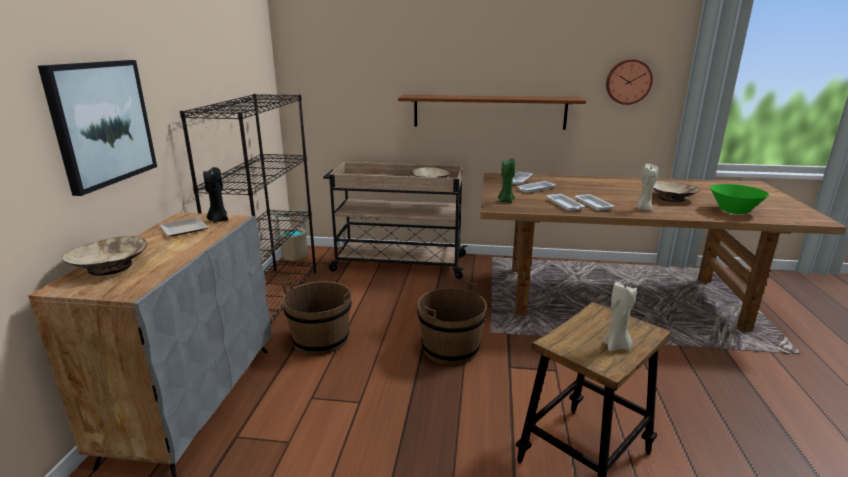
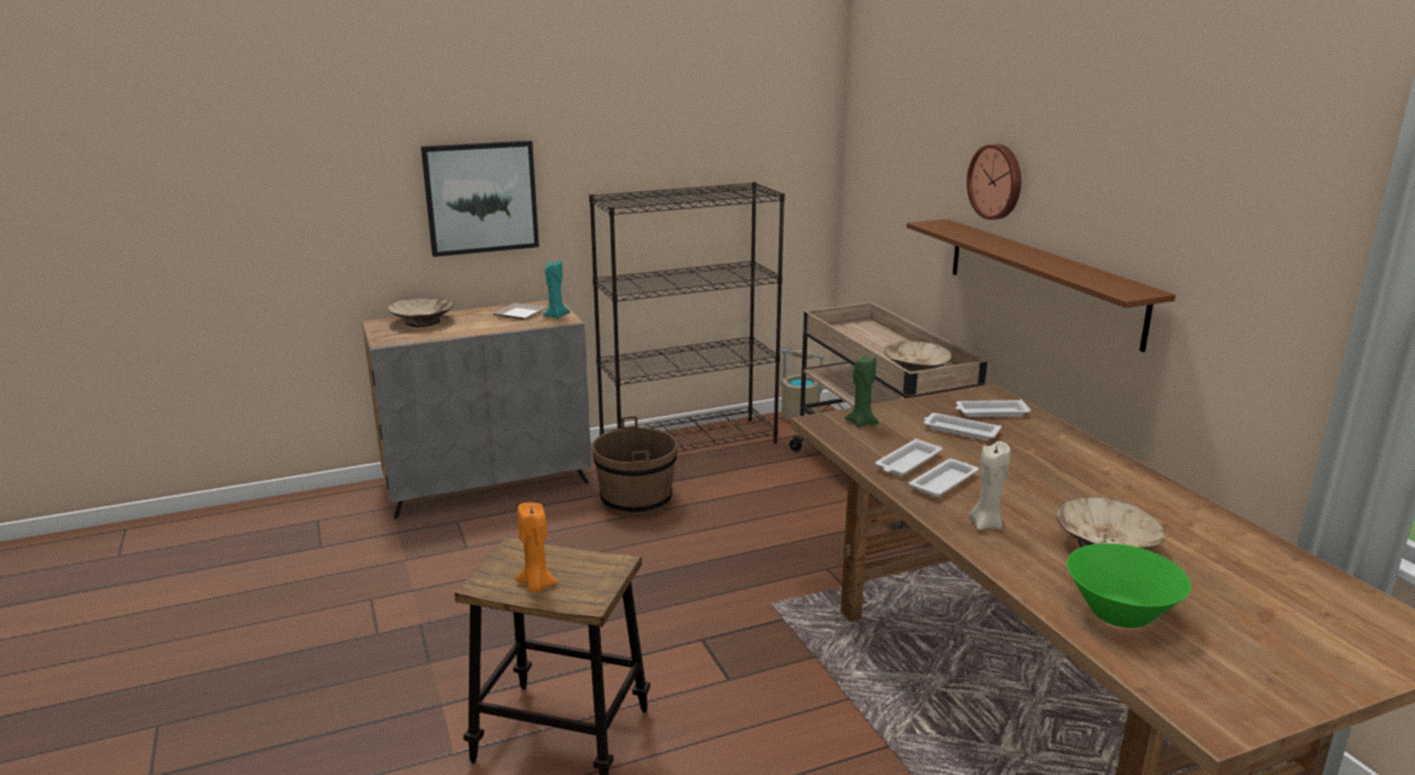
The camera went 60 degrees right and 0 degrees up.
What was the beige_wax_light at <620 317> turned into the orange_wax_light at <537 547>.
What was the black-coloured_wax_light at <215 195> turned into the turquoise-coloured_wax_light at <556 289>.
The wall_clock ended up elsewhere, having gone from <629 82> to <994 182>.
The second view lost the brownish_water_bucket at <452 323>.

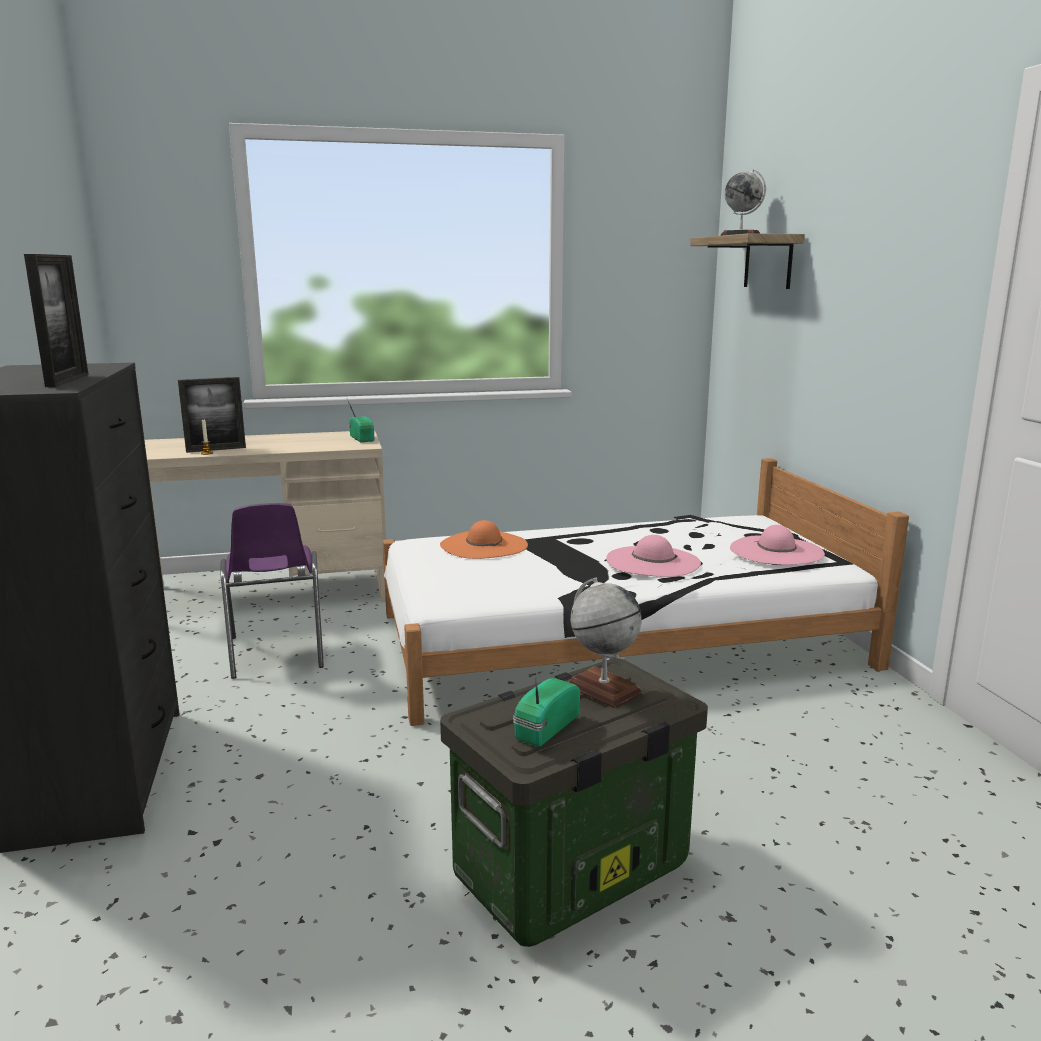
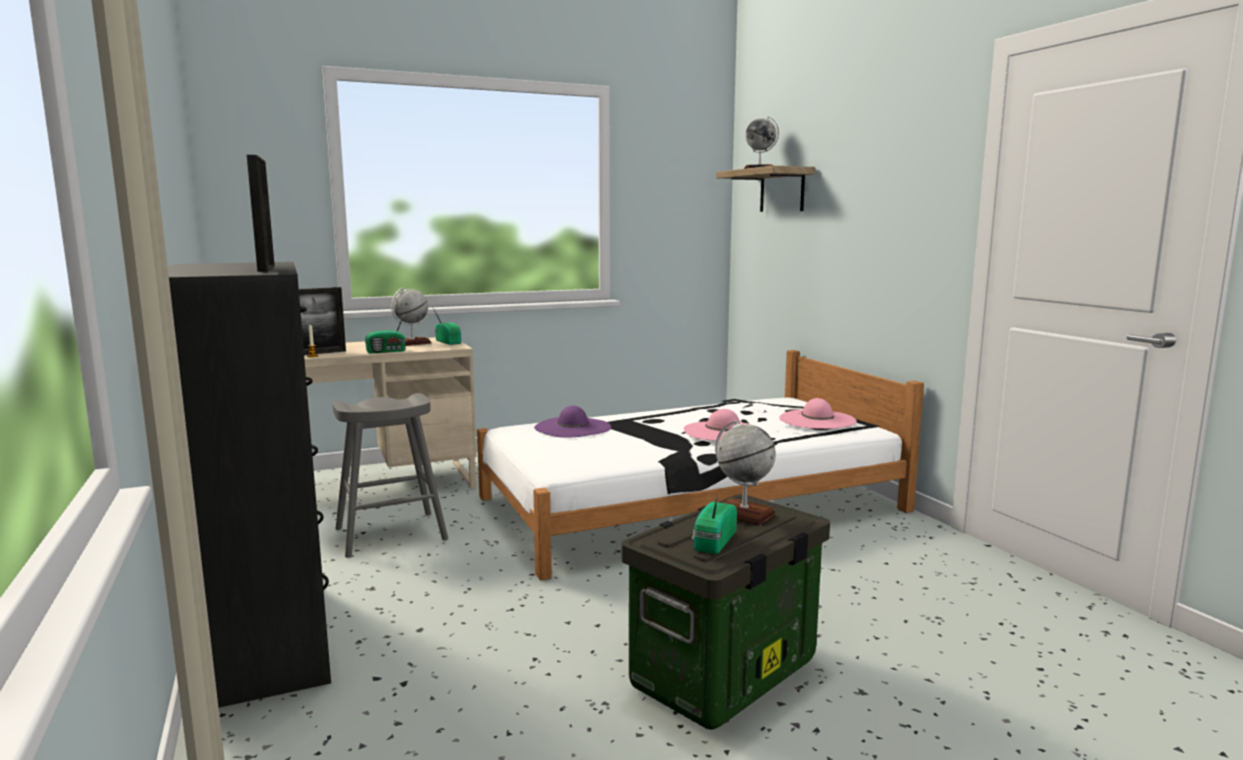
The camera went 10 degrees left and 5 degrees down.
Where the purple-coloured_upright_chair stood at <272 591>, the gray_stool_seat came to stand at <390 475>.
The second view gained the radio_set at <385 334>.
The second view gained the desk_globe at <411 317>.
What was the orange_hat at <484 539> turned into the purple-coloured_hat at <572 422>.

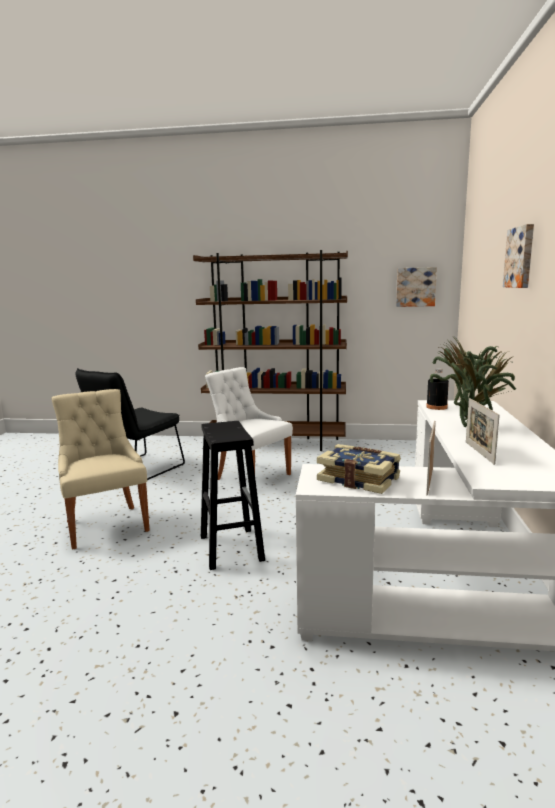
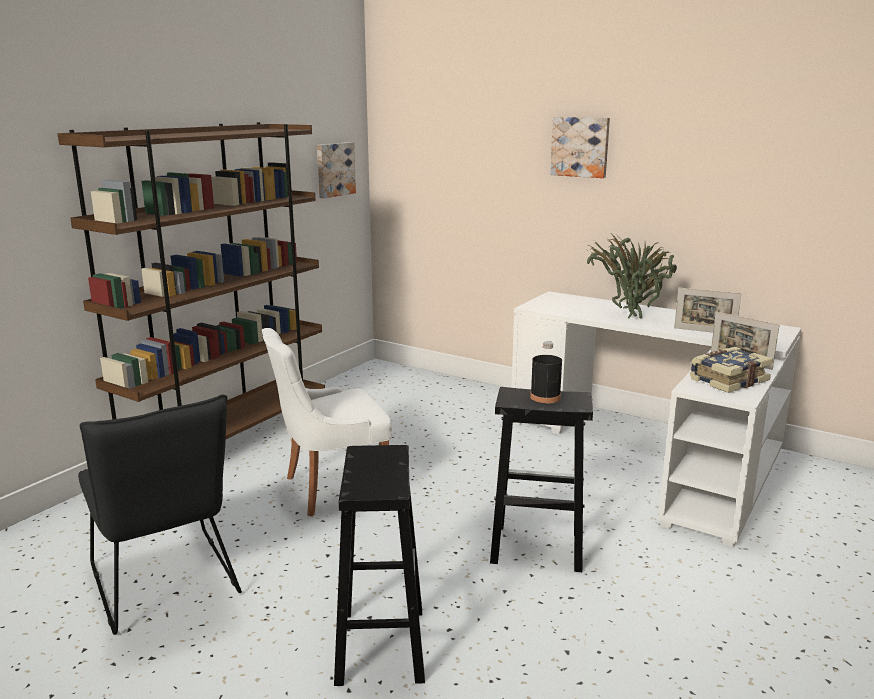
The camera went 65 degrees left and 5 degrees up.
Where the beige_upright_chair stood at <100 469>, the black-coloured_stool_seat came to stand at <379 565>.
The black-coloured_beverage_bottle ended up elsewhere, having gone from <437 389> to <546 372>.

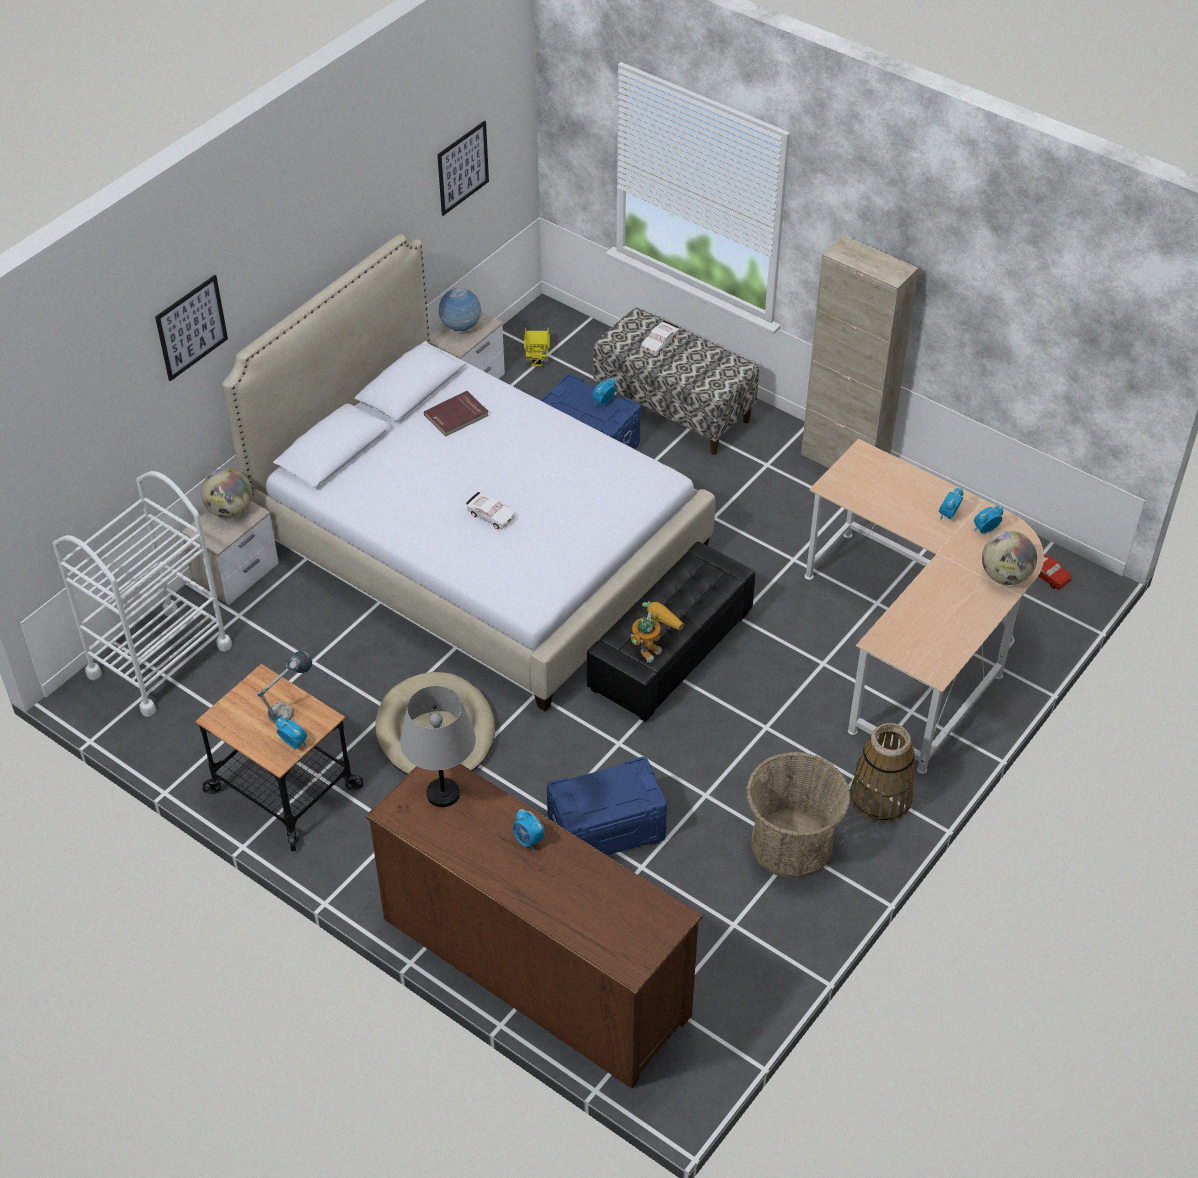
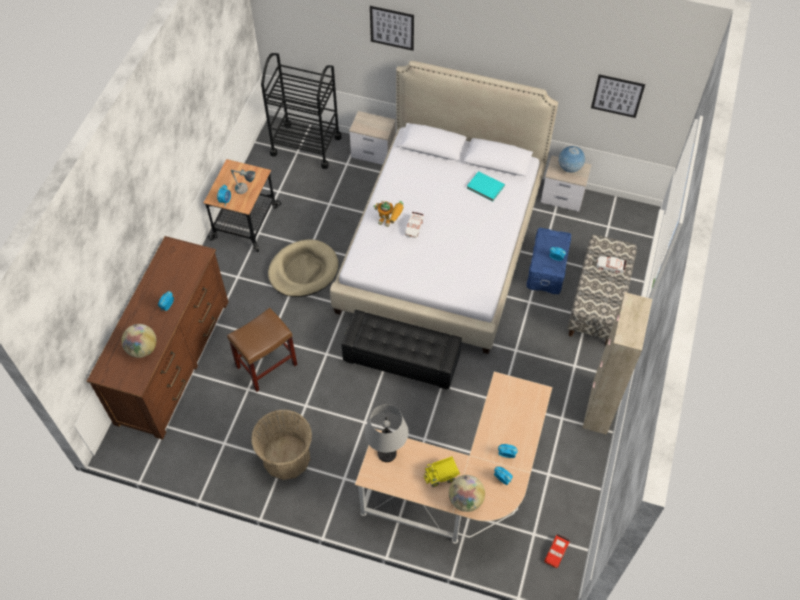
The camera went 70 degrees right and 10 degrees up.
The desk_globe ended up elsewhere, having gone from <227 493> to <139 341>.
Where the blue_storage_container stood at <607 806>, the brownish_stool_seat came to stand at <262 350>.
What was the whitish_cart at <142 594> turned into the black-coloured_cart at <301 111>.
The gray_tabletop_lamp ended up elsewhere, having gone from <438 746> to <387 433>.
The toy_robot ended up elsewhere, having gone from <657 632> to <388 213>.
The toy_lorry ended up elsewhere, having gone from <537 347> to <442 471>.
What was the reddish_book at <456 413> turned into the turquoise-coloured_book at <486 186>.
The second view lost the storage_basket at <882 773>.

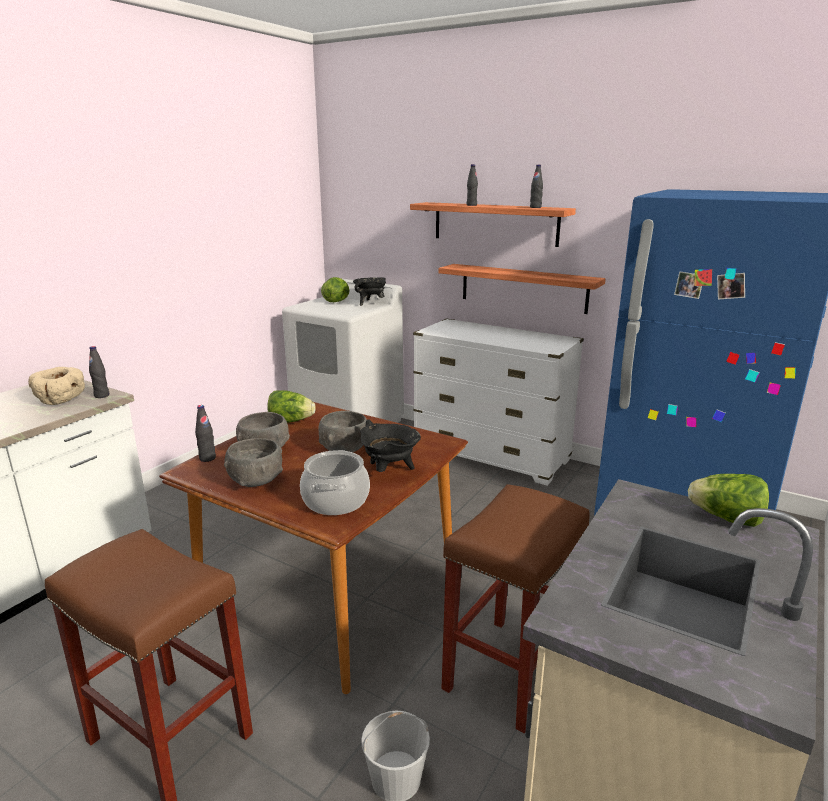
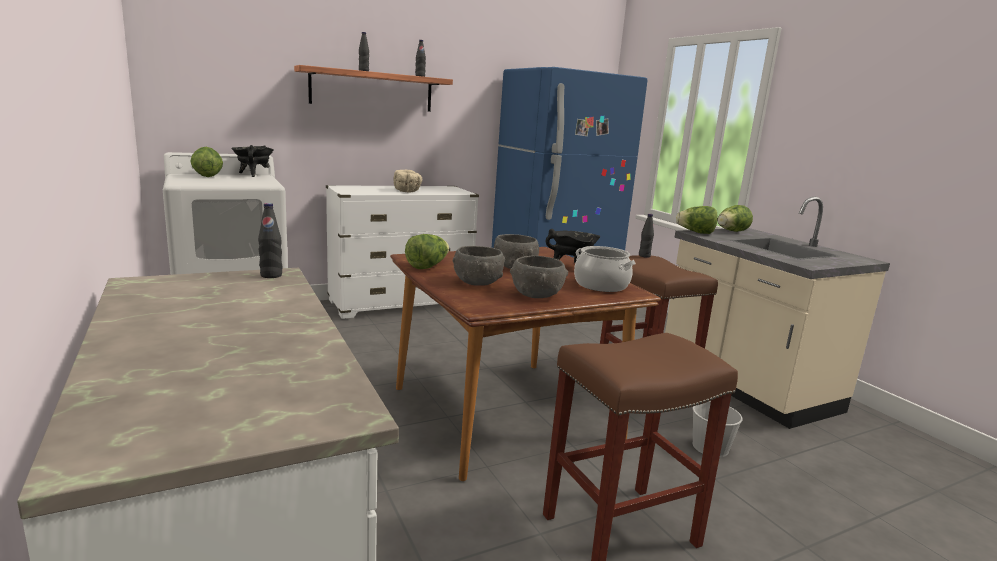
The camera went 60 degrees left and 5 degrees down.
The beige_bowl ended up elsewhere, having gone from <56 386> to <408 180>.
The black-coloured_beverage_bottle ended up elsewhere, having gone from <205 433> to <646 236>.
The second view gained the head_of_lettuce at <697 220>.
The second view lost the shelf at <522 289>.

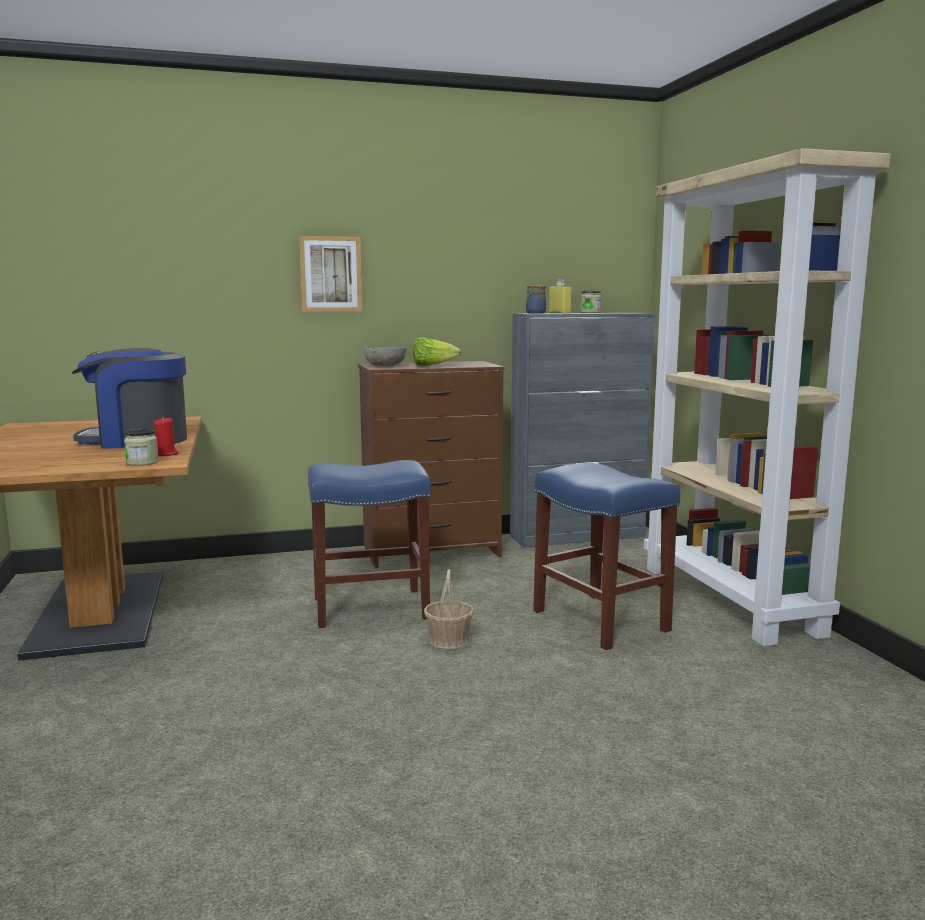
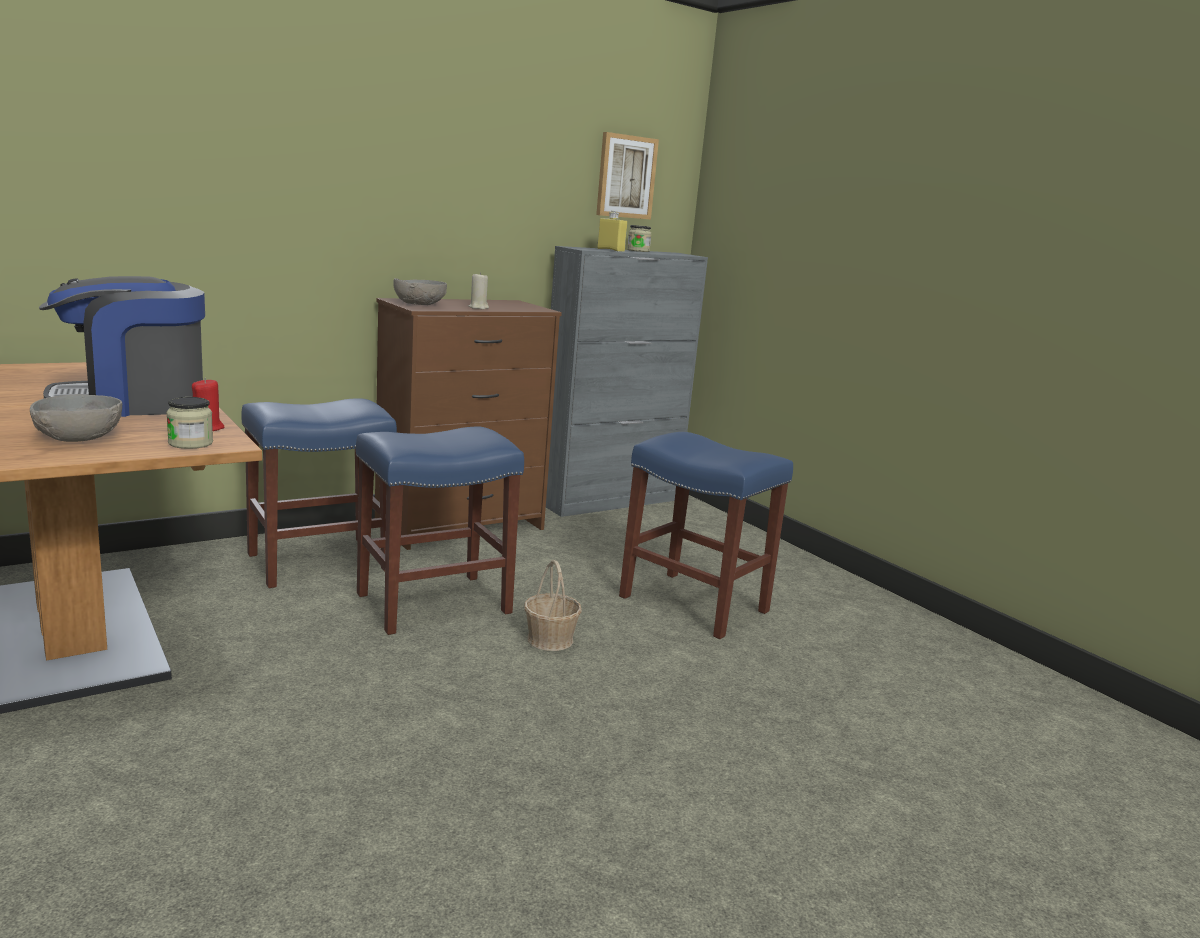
The camera went 20 degrees left and 5 degrees up.
The second view gained the gray_bowl at <76 418>.
The second view gained the blue_stool_seat at <319 493>.
Where the head_of_lettuce stood at <437 351>, the beige_wax_light came to stand at <479 291>.
The picture ended up elsewhere, having gone from <330 274> to <627 175>.
The second view lost the preserve_jar at <536 299>.
The second view lost the beige_bookcase at <767 397>.

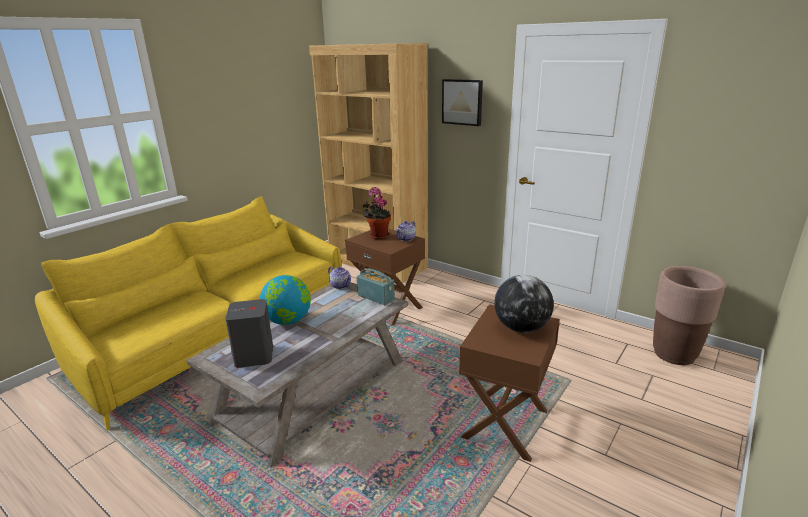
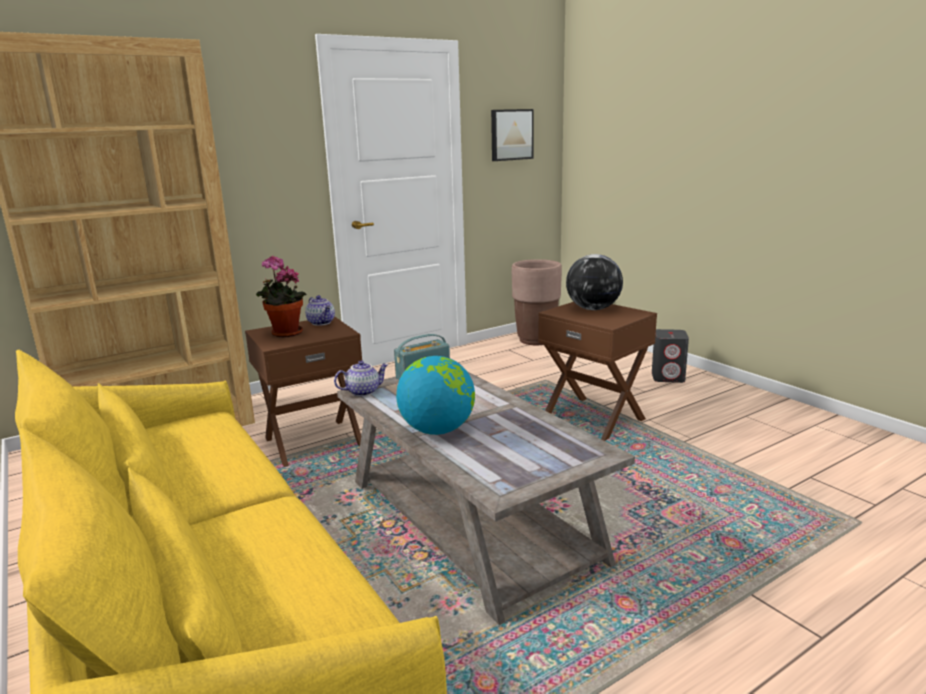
The camera went 70 degrees left and 5 degrees down.
The picture ended up elsewhere, having gone from <462 102> to <512 135>.
The gray_audio_speaker ended up elsewhere, having gone from <249 333> to <670 356>.

